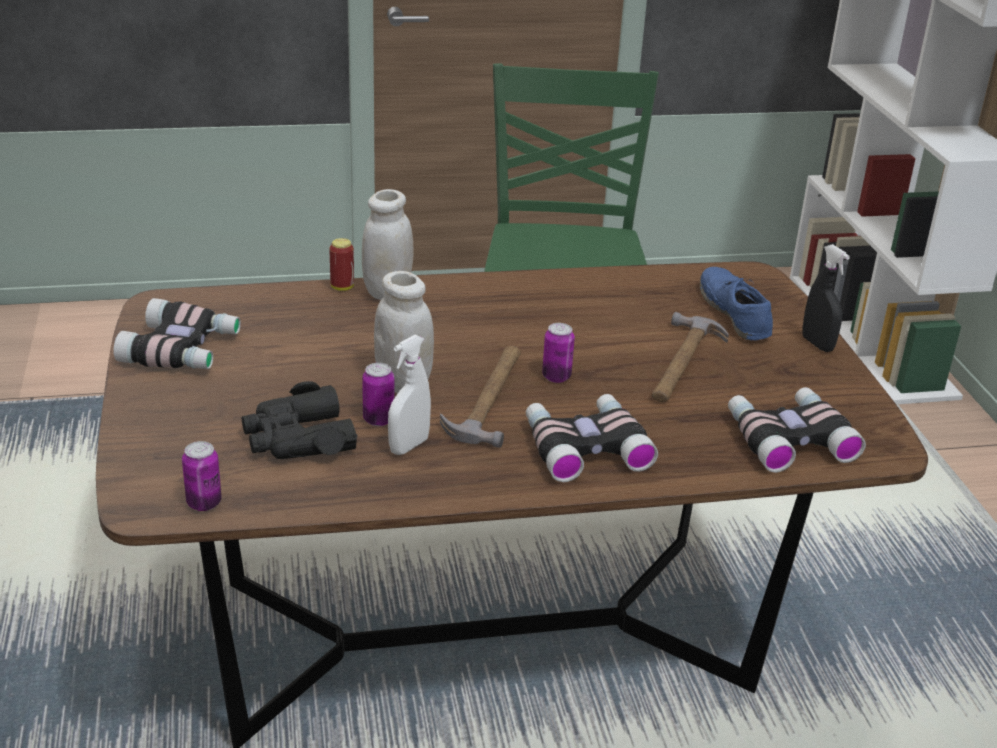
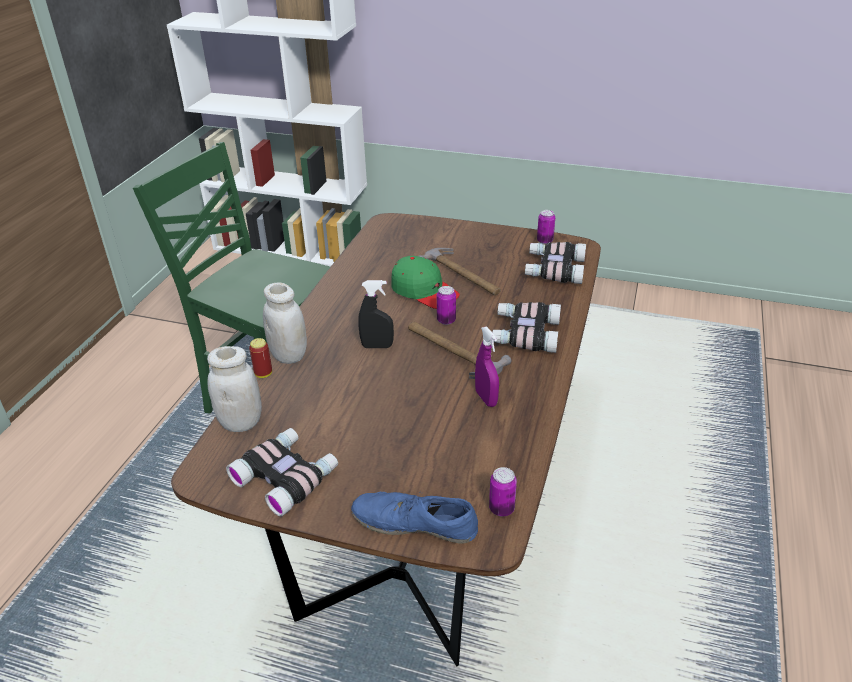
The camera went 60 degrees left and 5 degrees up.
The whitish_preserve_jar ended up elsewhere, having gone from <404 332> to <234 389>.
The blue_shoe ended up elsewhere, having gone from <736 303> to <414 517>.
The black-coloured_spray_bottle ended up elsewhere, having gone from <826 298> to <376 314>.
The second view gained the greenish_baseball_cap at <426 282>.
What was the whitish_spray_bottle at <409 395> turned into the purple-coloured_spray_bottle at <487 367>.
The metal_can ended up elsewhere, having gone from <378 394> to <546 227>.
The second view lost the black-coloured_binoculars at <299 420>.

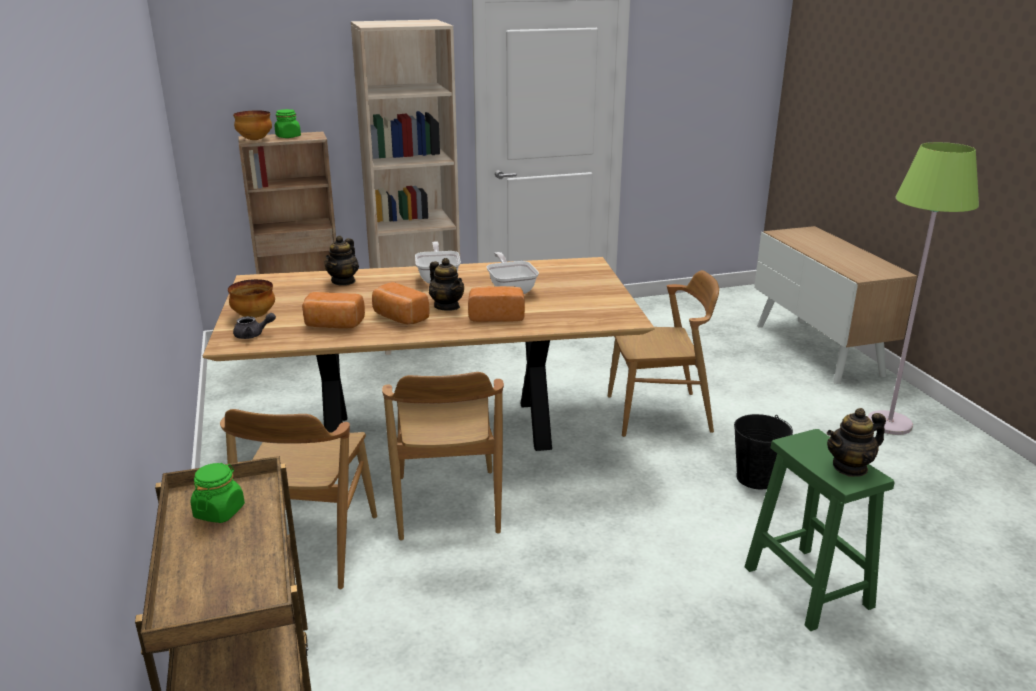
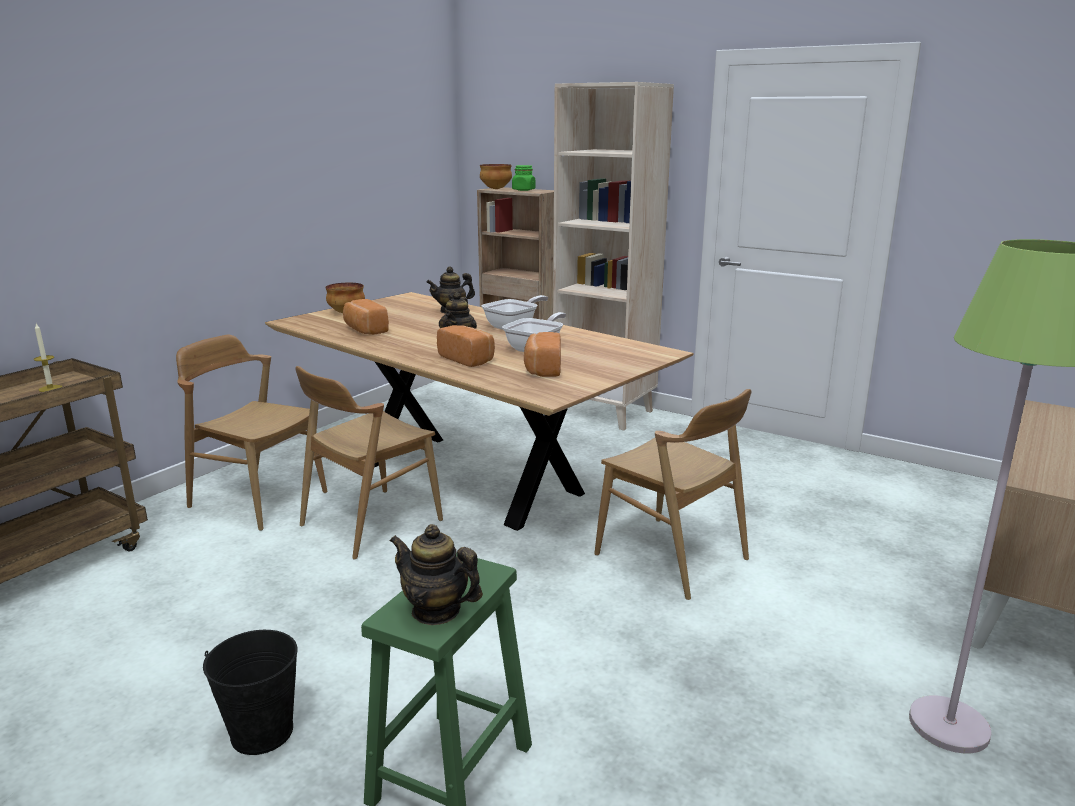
The camera went 50 degrees right and 5 degrees down.
Where the greenish_preserve_jar stood at <218 493>, the wax_light came to stand at <48 358>.
The brownish_upright_chair at <298 499> ended up facing another way, 60 degrees clockwise from before.
The black-coloured_water_bucket ended up elsewhere, having gone from <763 451> to <250 692>.
The baked_bread ended up elsewhere, having gone from <401 303> to <542 354>.
The second view lost the gray_teapot at <254 326>.

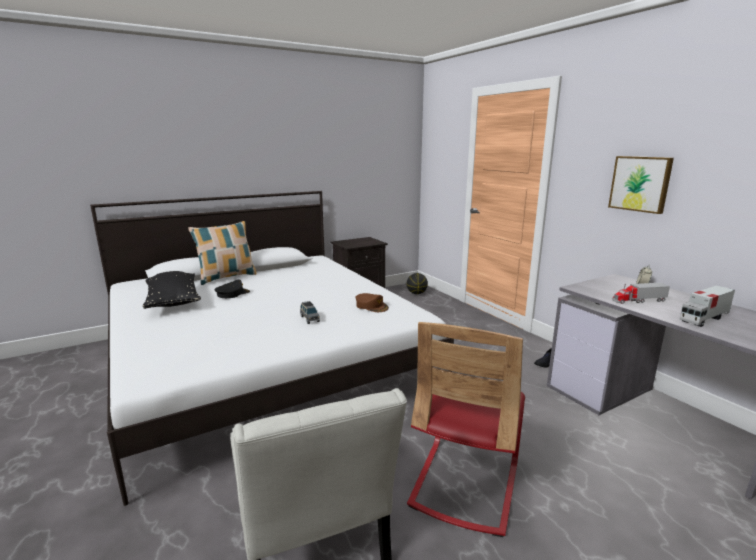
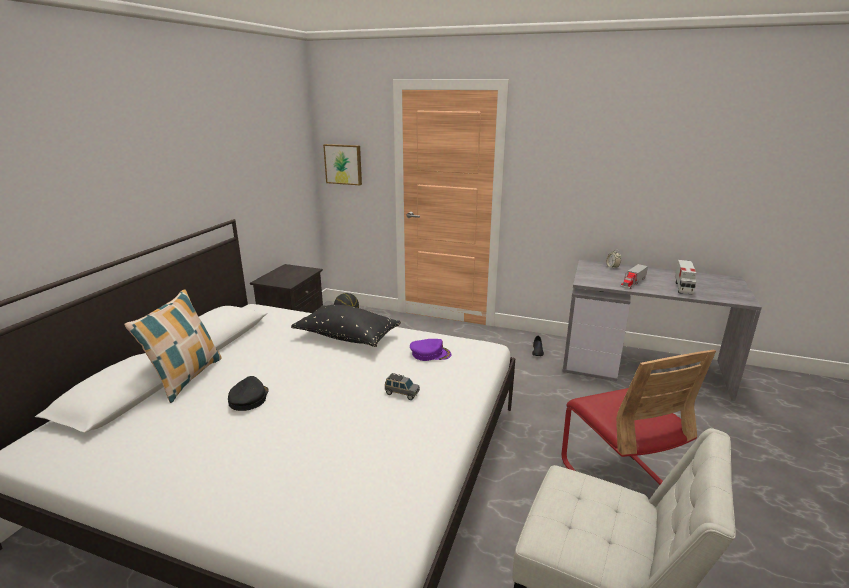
The camera went 40 degrees left and 5 degrees up.
The black-coloured_cushion ended up elsewhere, having gone from <172 290> to <346 326>.
The picture ended up elsewhere, having gone from <641 185> to <342 164>.
What was the brownish_baseball_cap at <372 302> turned into the purple-coloured_baseball_cap at <430 350>.

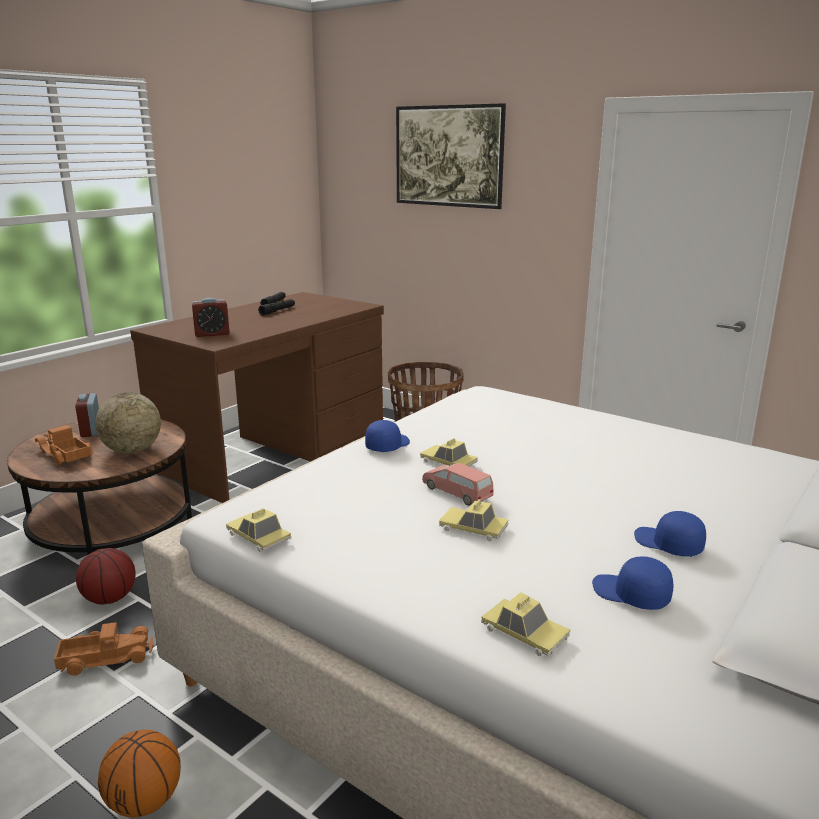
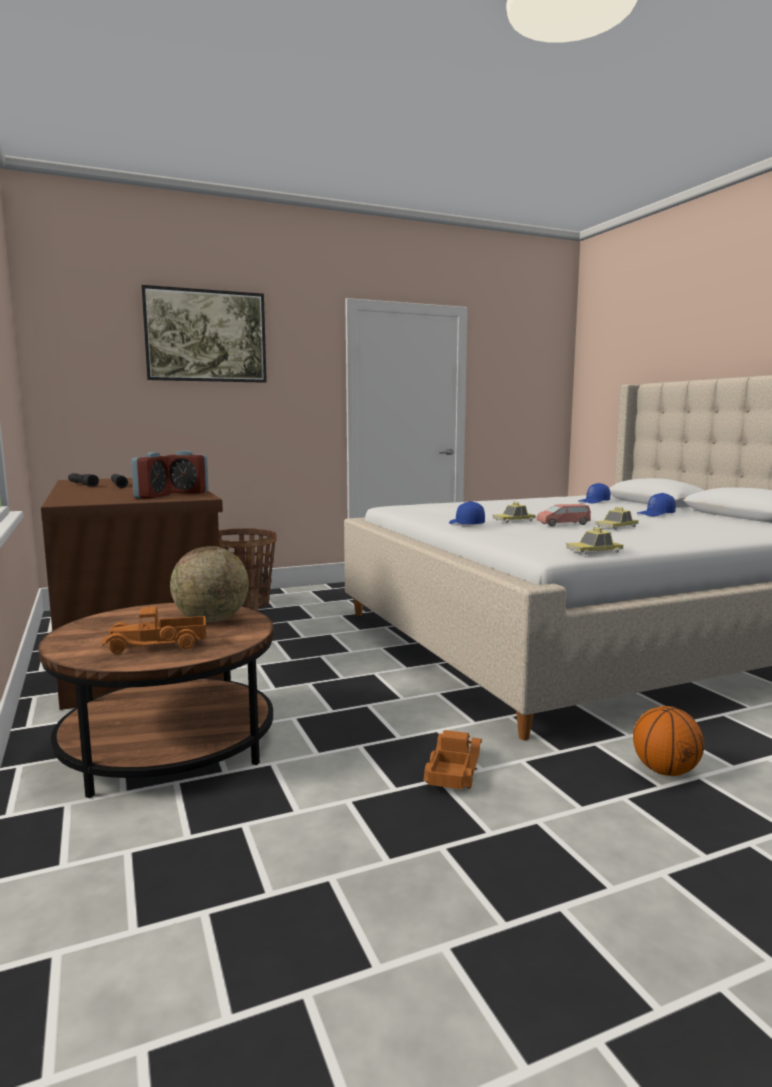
The camera went 60 degrees left and 10 degrees down.
The table_clock ended up elsewhere, having gone from <87 415> to <187 472>.
The blue_baseball_cap ended up elsewhere, having gone from <632 583> to <594 493>.
The second view lost the basketball at <106 576>.
The second view lost the toy_car at <525 624>.

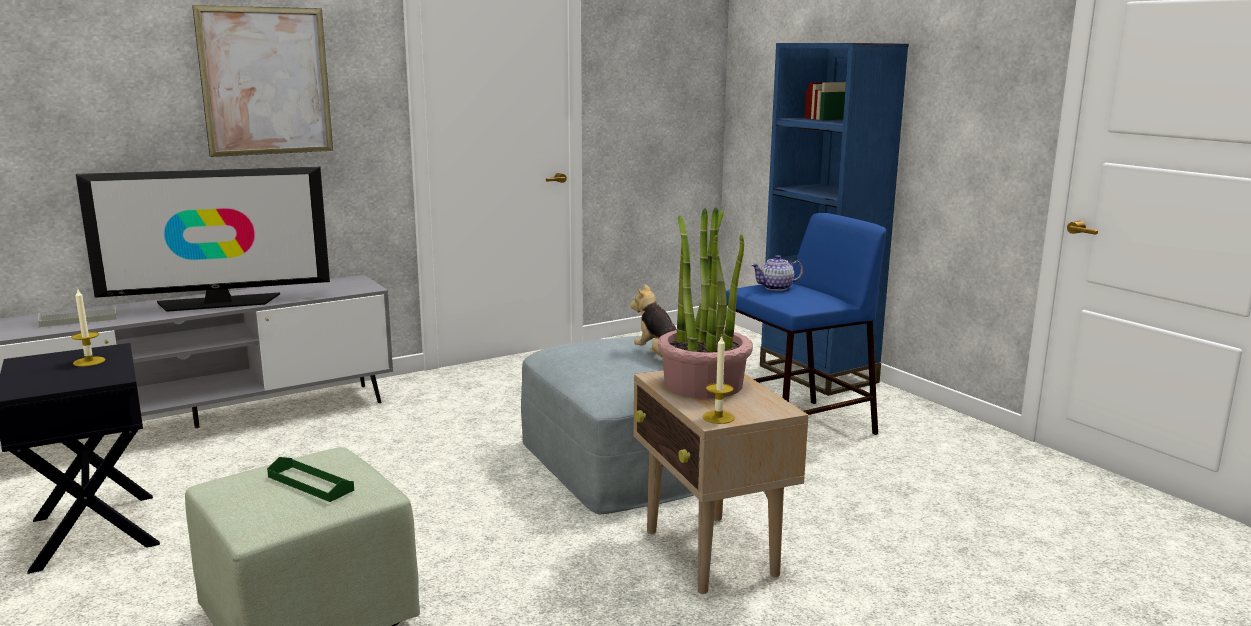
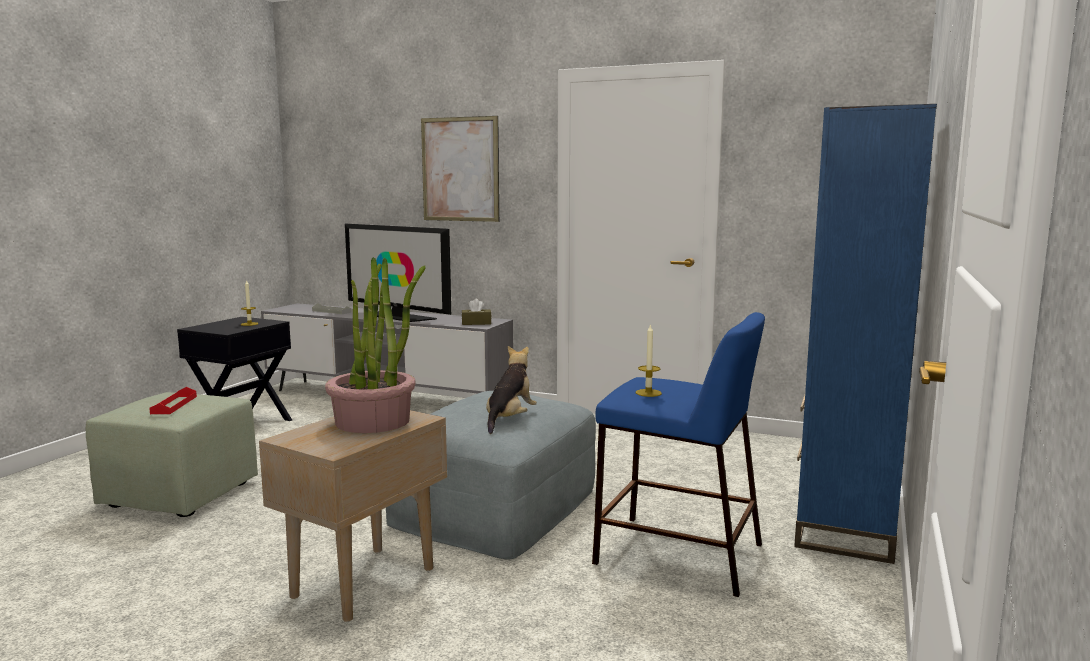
The camera went 55 degrees right and 5 degrees down.
What was the greenish_carrying_tray at <310 479> turned into the reddish_carrying_tray at <173 400>.
The second view gained the brownish_tissue_holder at <477 312>.
The wax_light ended up elsewhere, having gone from <719 379> to <649 360>.
The second view lost the teapot at <777 273>.

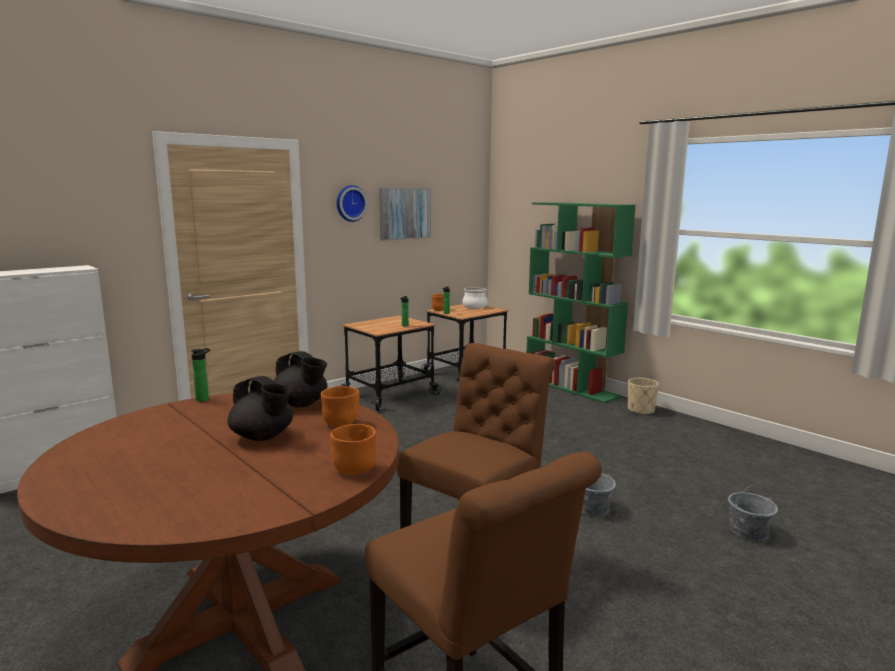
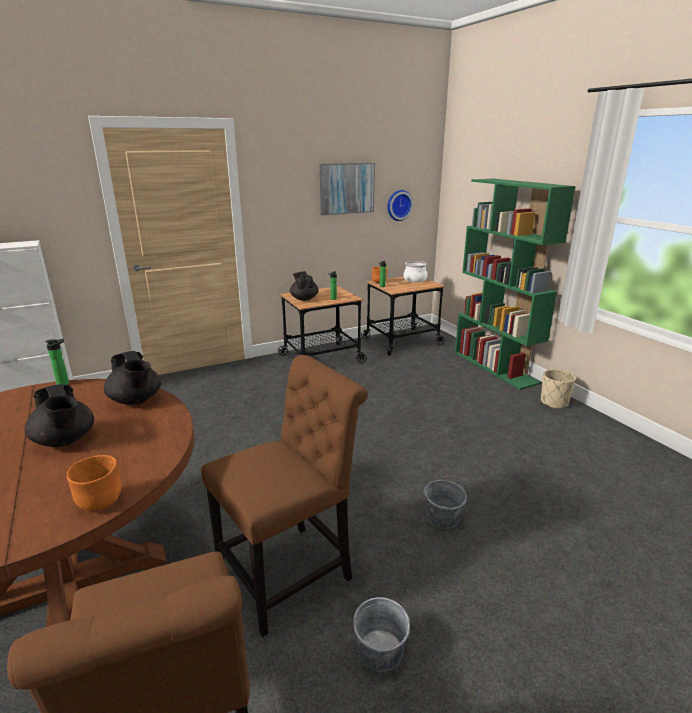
The camera went 15 degrees right and 10 degrees up.
The second view gained the black-coloured_teapot at <304 286>.
The gray_water_bucket ended up elsewhere, having gone from <753 511> to <381 634>.
The wall_clock ended up elsewhere, having gone from <352 203> to <400 205>.
The second view lost the orange_bowl at <340 406>.

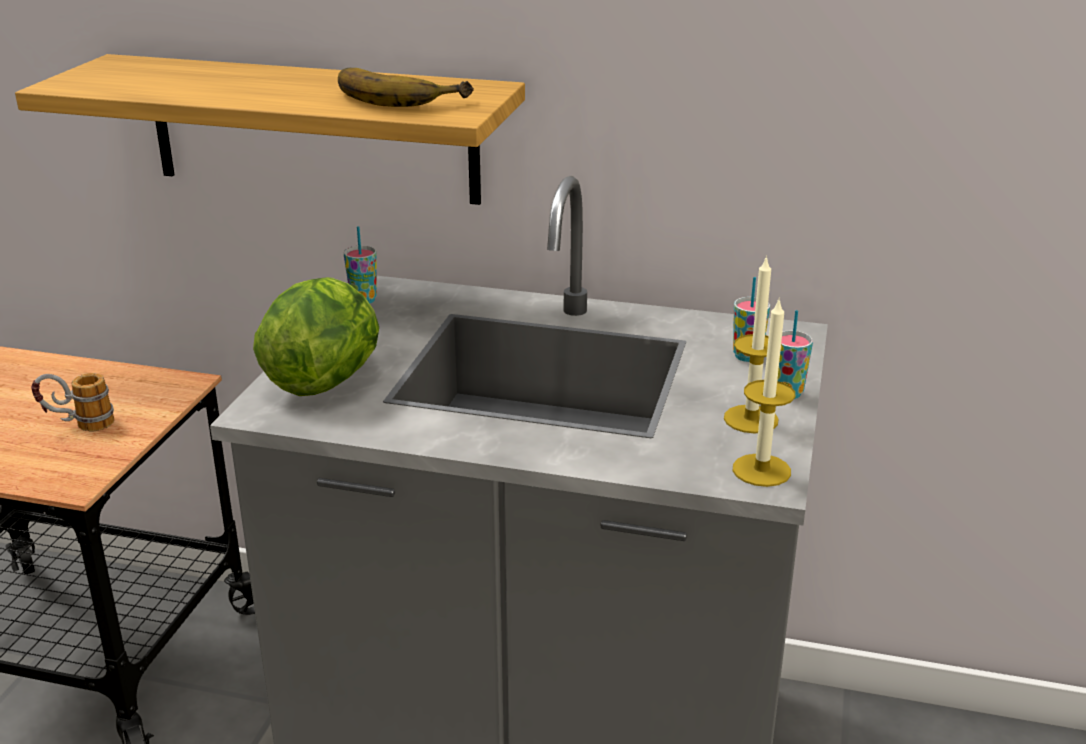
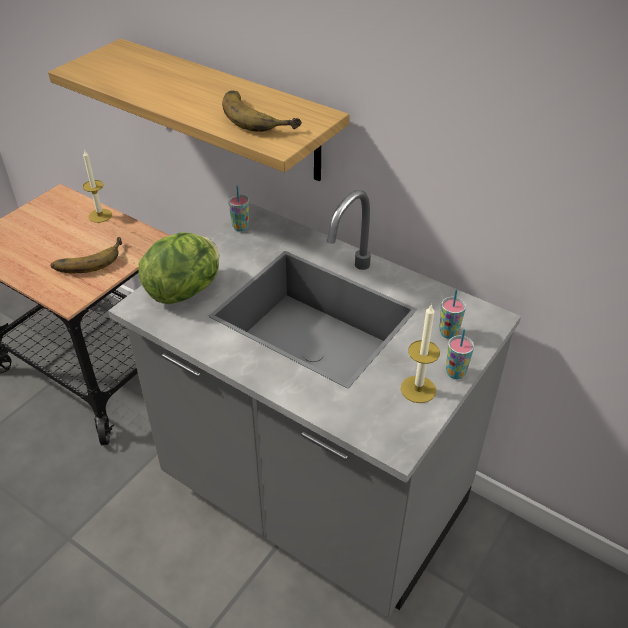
The camera went 20 degrees right and 15 degrees up.
Where the tea_mug stood at <72 402>, the banana_fruit came to stand at <86 255>.
The wax_light ended up elsewhere, having gone from <764 392> to <97 186>.

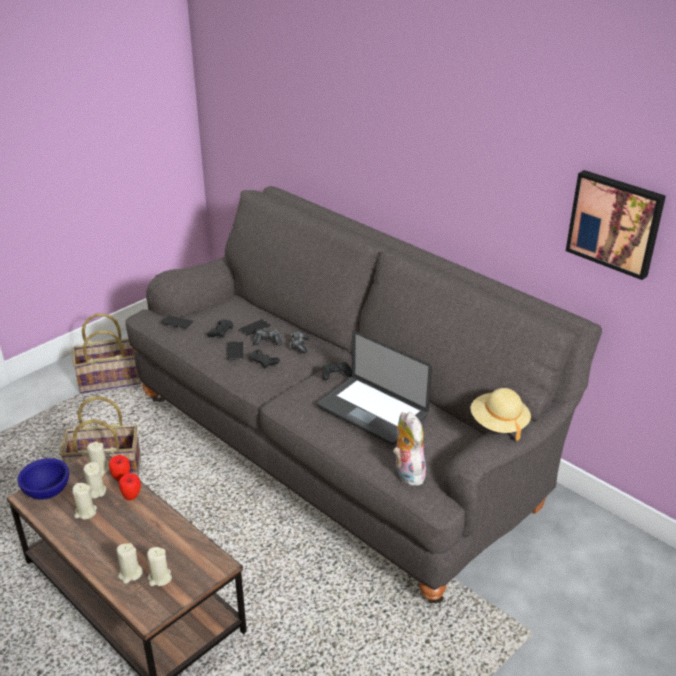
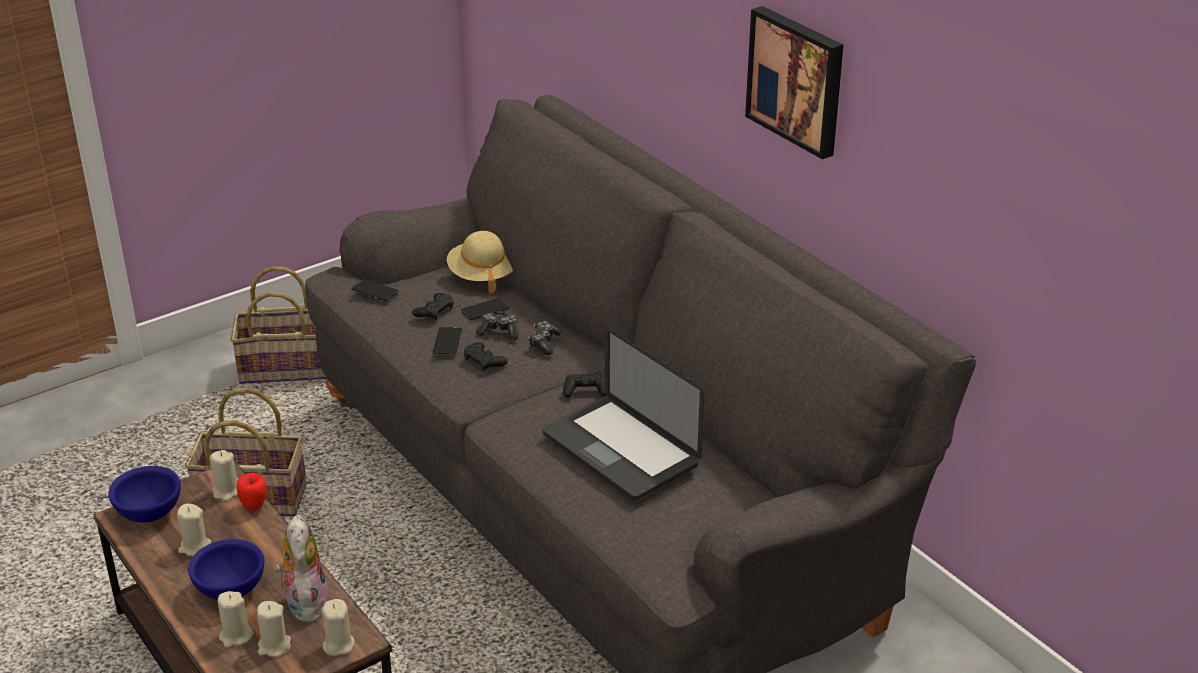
The camera went 10 degrees right and 0 degrees up.
The second view gained the blue_bowl at <226 569>.
The plush_toy ended up elsewhere, having gone from <409 449> to <302 569>.
The beige_wax_light ended up elsewhere, having gone from <94 480> to <338 627>.
The beige_hat ended up elsewhere, having gone from <500 414> to <480 262>.
The picture ended up elsewhere, having gone from <616 225> to <794 82>.
The second view lost the apple_fruit at <130 486>.

